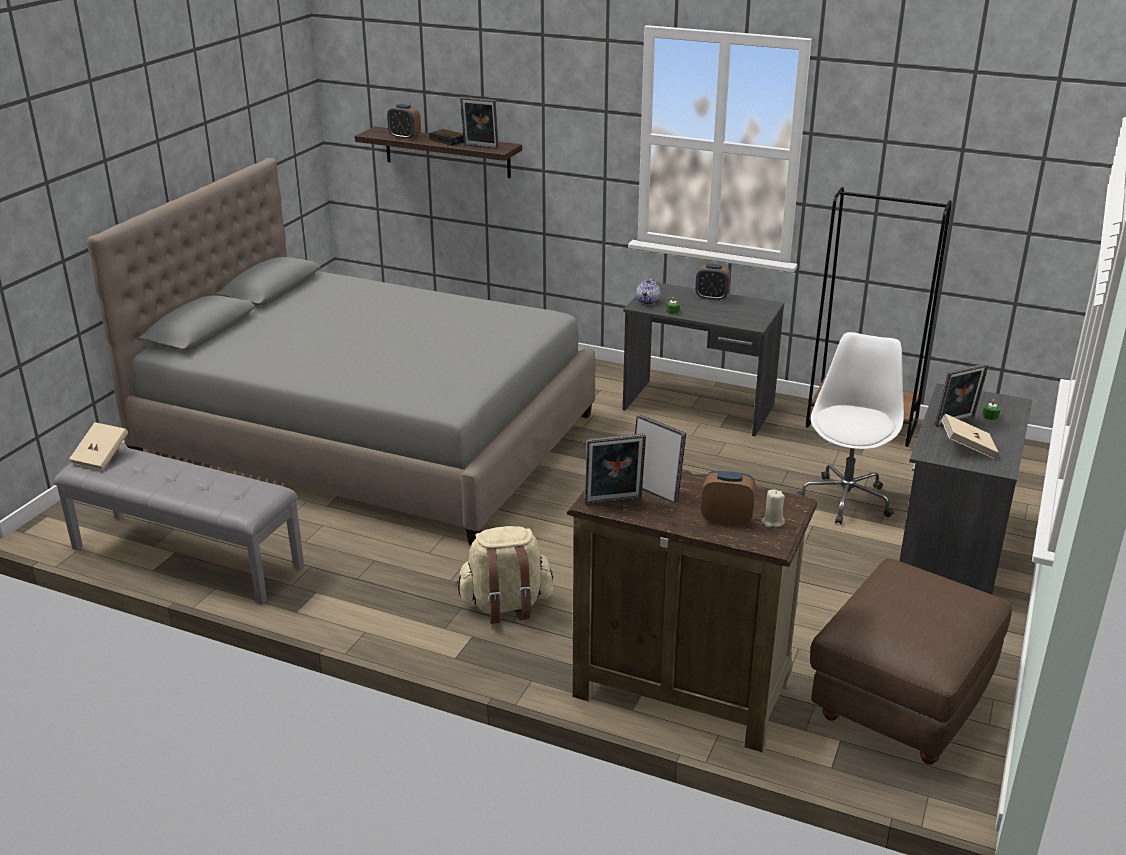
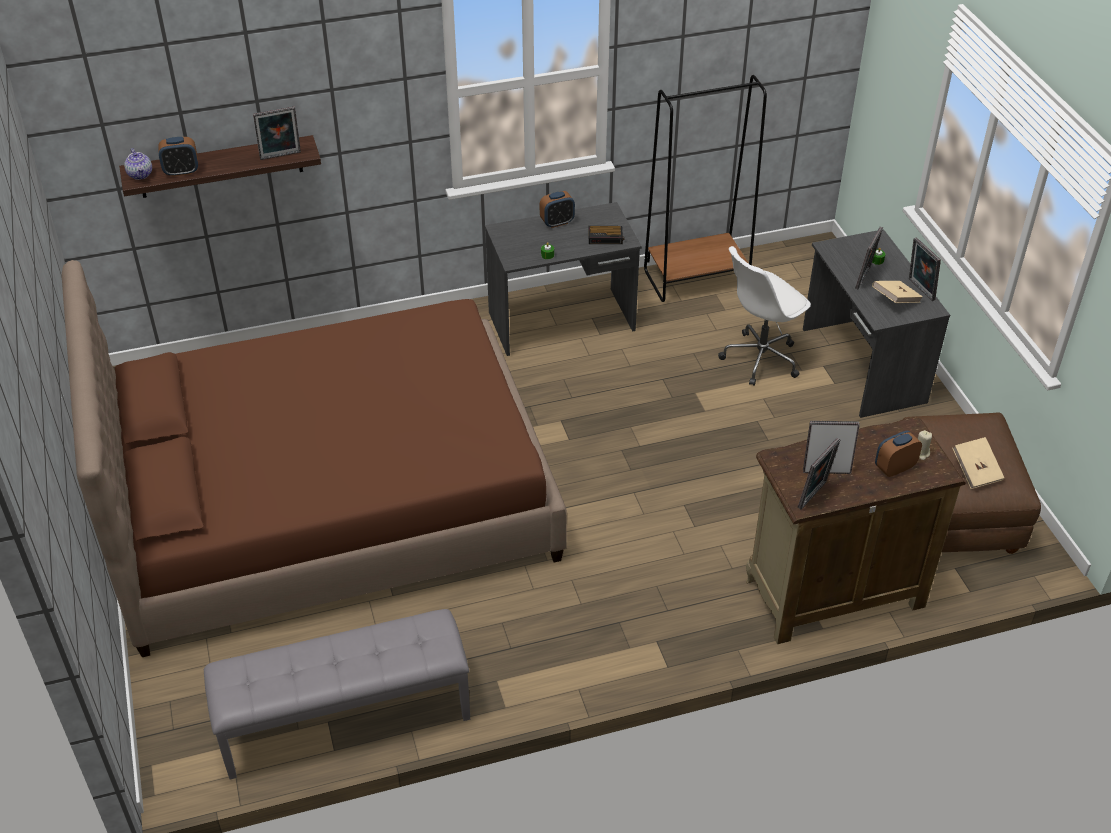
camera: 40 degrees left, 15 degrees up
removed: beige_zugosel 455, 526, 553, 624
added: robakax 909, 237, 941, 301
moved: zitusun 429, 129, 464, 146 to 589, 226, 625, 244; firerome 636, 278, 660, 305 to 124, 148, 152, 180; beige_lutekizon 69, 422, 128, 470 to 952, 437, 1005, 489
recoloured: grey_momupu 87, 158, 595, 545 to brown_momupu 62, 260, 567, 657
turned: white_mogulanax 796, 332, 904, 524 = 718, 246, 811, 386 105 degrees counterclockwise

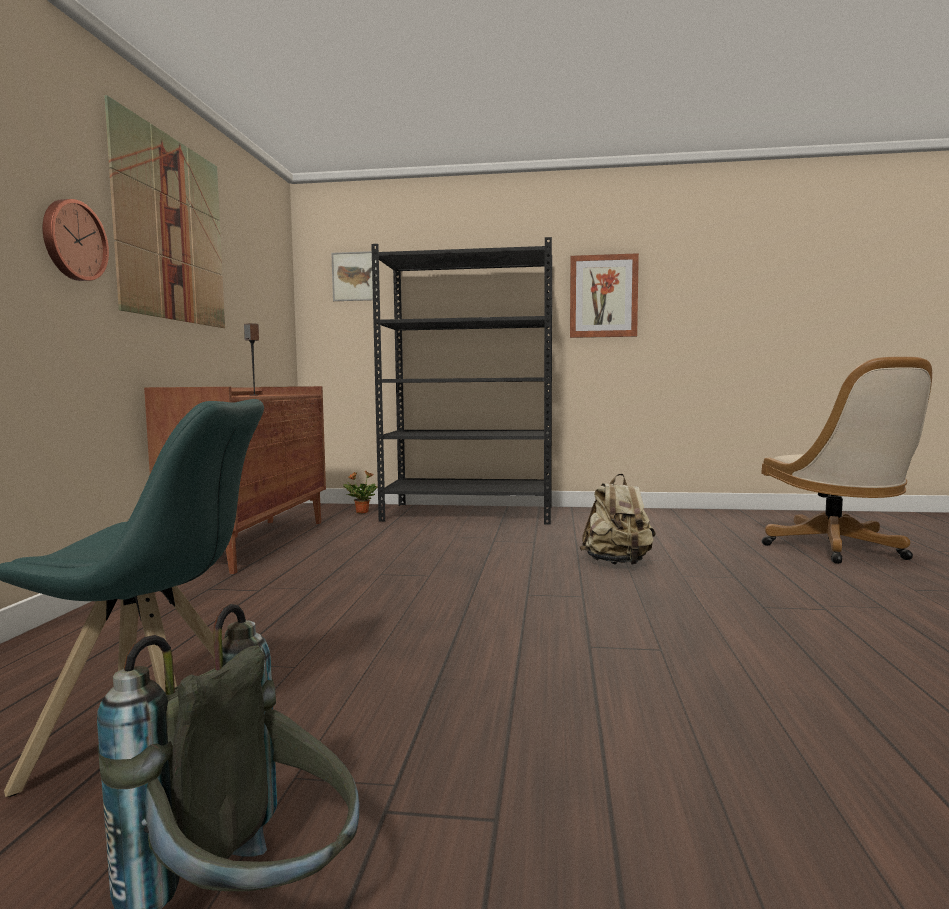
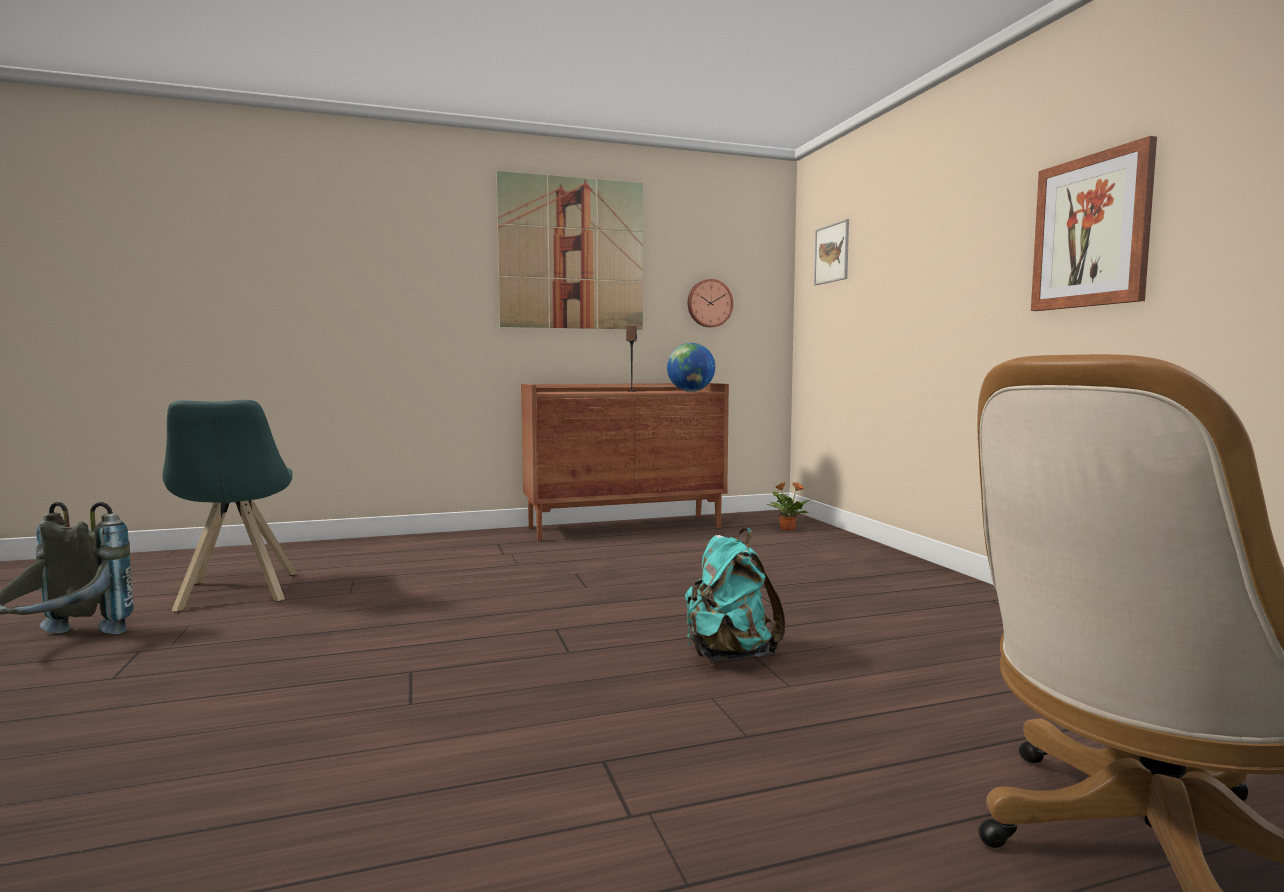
camera: 65 degrees right, 0 degrees up
removed: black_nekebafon 371, 237, 552, 525
added: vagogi 667, 343, 715, 392
moved: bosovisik 43, 199, 109, 281 to 688, 279, 733, 327
recoloured: beige_zugosel 580, 474, 656, 565 to turquoise_zugosel 685, 528, 785, 660

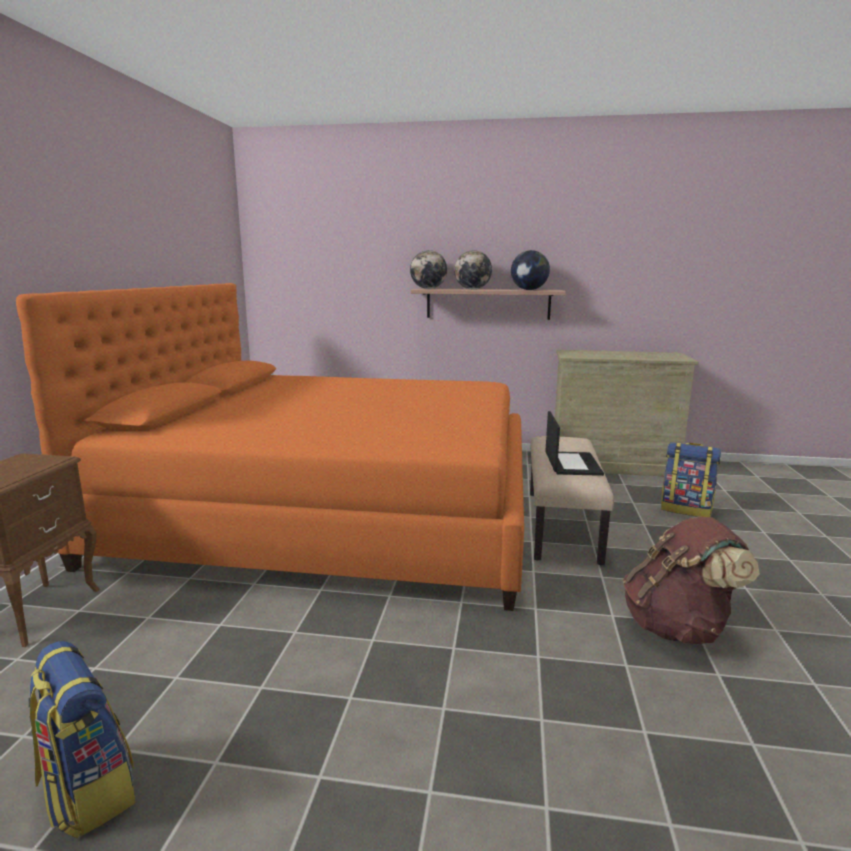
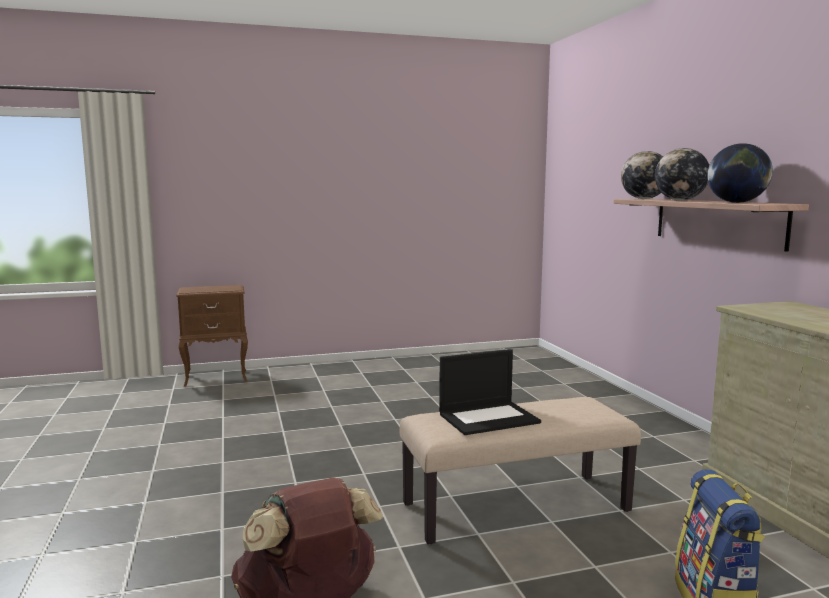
camera: 65 degrees right, 5 degrees down
removed: orange_momupu 16, 283, 524, 611; zugosel 29, 641, 136, 838

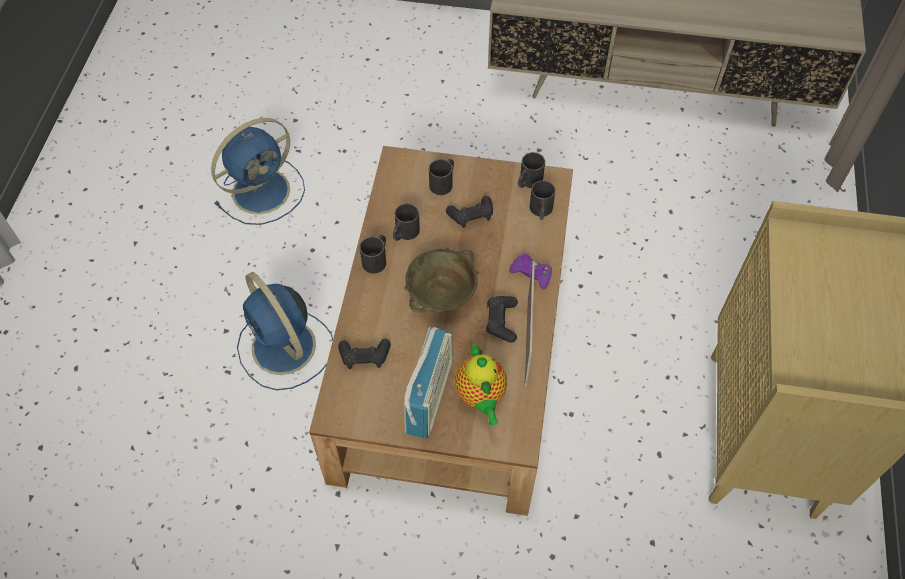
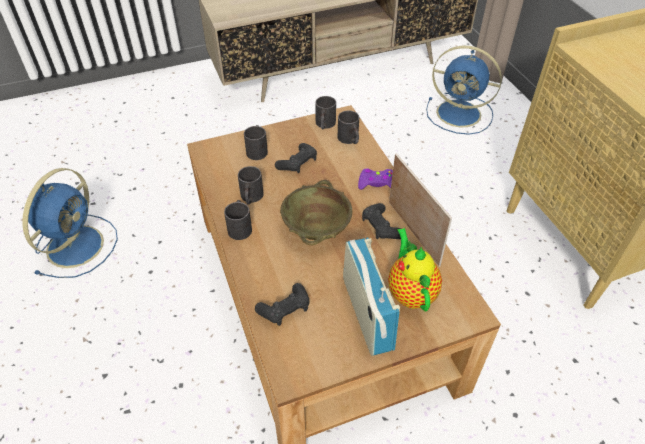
camera: 30 degrees left, 10 degrees down
moved: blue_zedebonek 237, 272, 333, 390 to 426, 46, 502, 135
turned: firerome 455, 344, 507, 426 = 388, 228, 442, 311 150 degrees counterclockwise

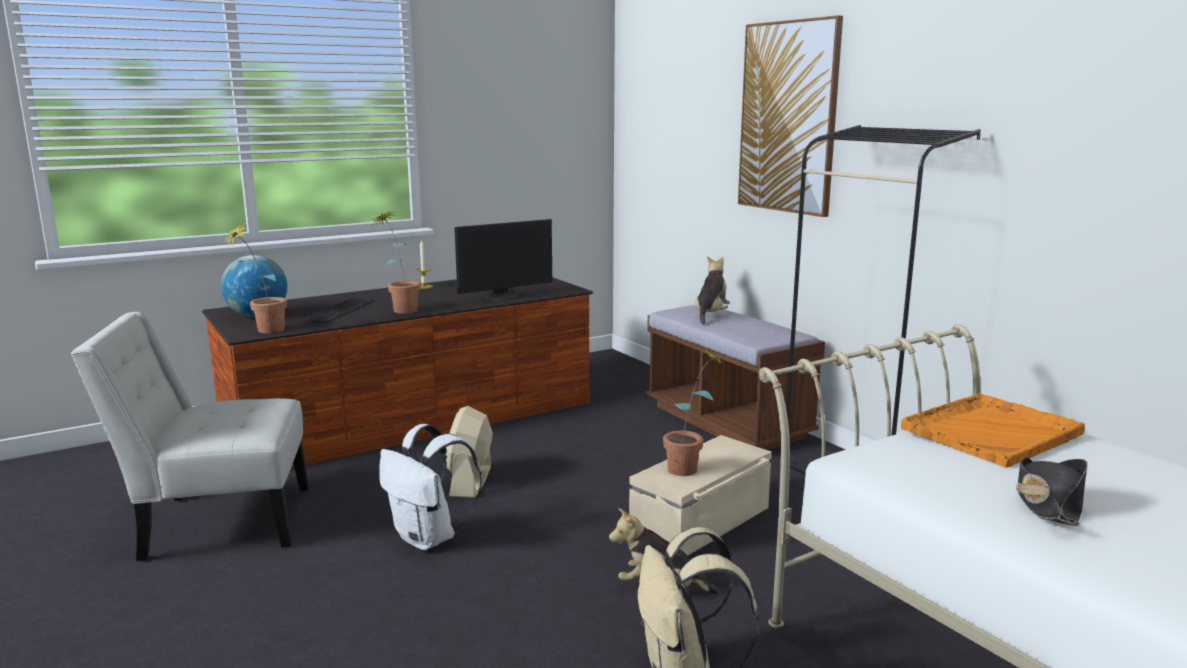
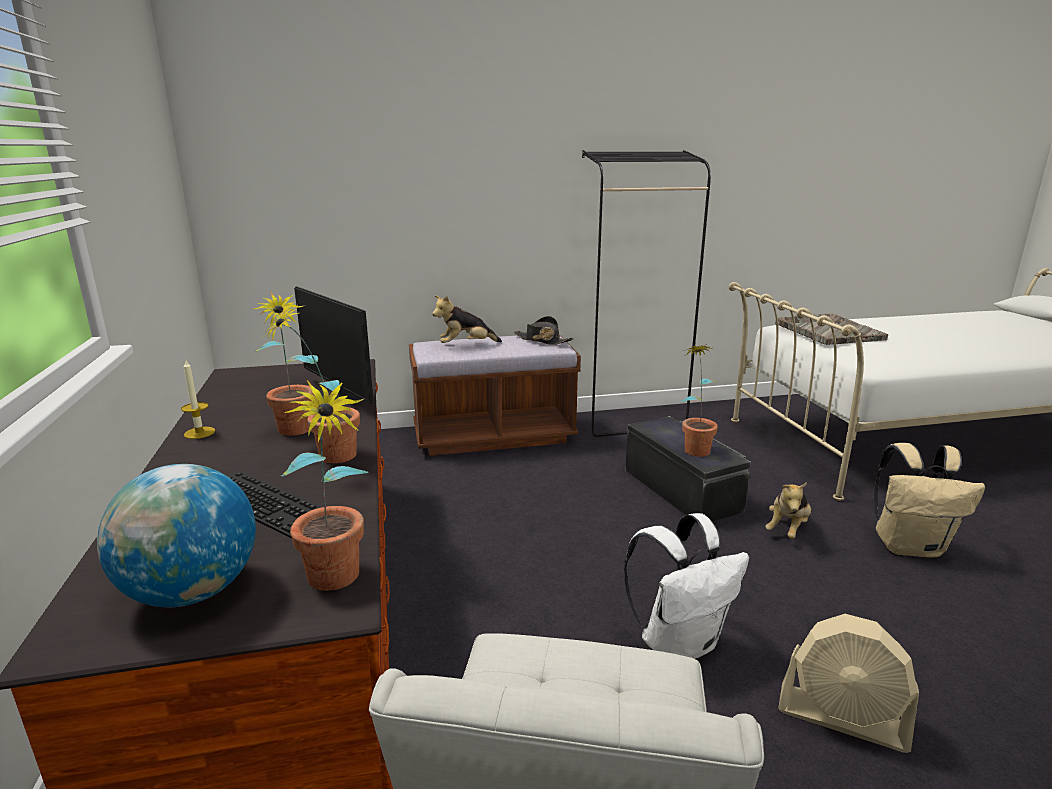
camera: 70 degrees left, 5 degrees up
removed: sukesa 738, 15, 843, 217
added: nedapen 254, 292, 315, 436
moved: beige_zedebonek 445, 406, 493, 498 to 778, 614, 919, 753; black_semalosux 1016, 457, 1088, 526 to 514, 316, 574, 345
recoloured: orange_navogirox 901, 393, 1085, 468 to grey_navogirox 775, 313, 888, 345; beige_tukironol 629, 435, 772, 556 to black_tukironol 625, 416, 751, 524
turned: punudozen 454, 219, 552, 301 = 294, 287, 373, 404 150 degrees clockwise; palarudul 695, 256, 730, 325 = 432, 295, 502, 343 60 degrees counterclockwise

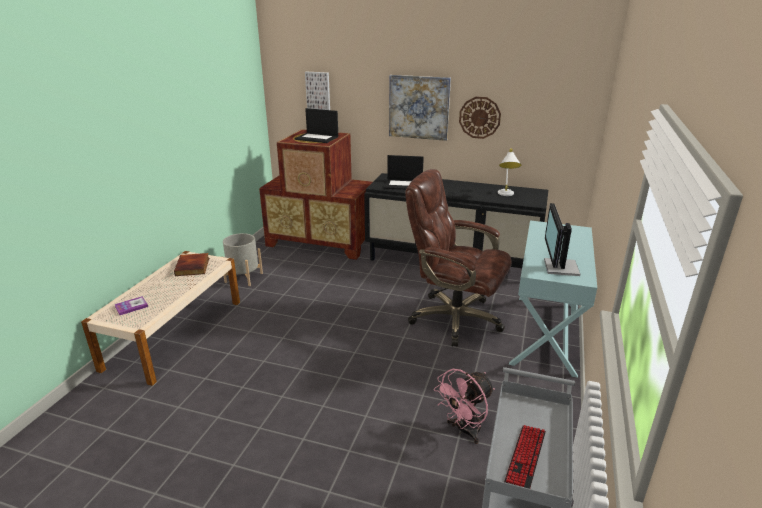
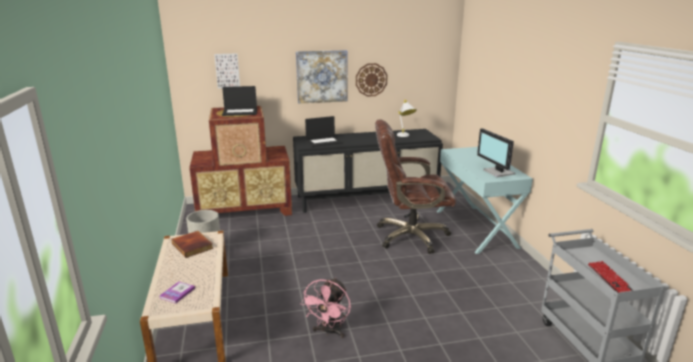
camera: 30 degrees left, 5 degrees down
moved: pink_zedebonek 434, 369, 495, 444 to 301, 278, 351, 338

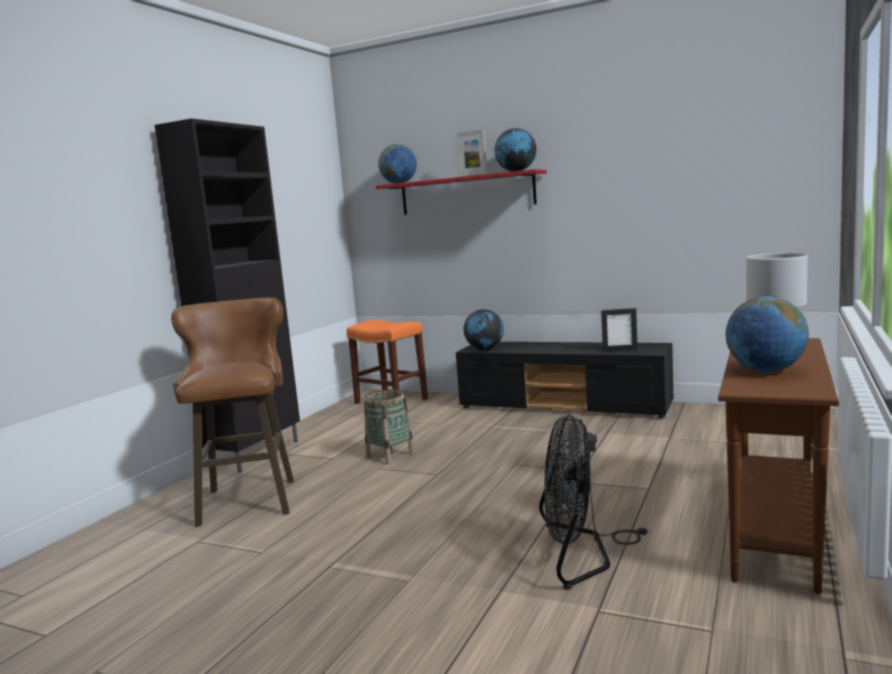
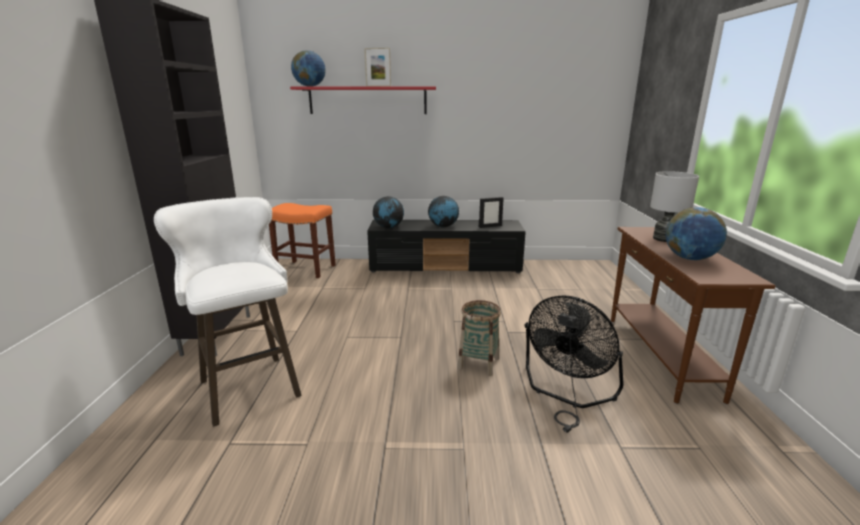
camera: 25 degrees left, 10 degrees up
moved: vagogi 494, 128, 536, 172 to 428, 196, 459, 228; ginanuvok 364, 389, 415, 464 to 458, 300, 501, 376
recoloured: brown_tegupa 171, 297, 294, 527 to white_tegupa 154, 197, 302, 427
turned: black_zedebonek 539, 415, 650, 590 = 524, 296, 624, 433 150 degrees clockwise

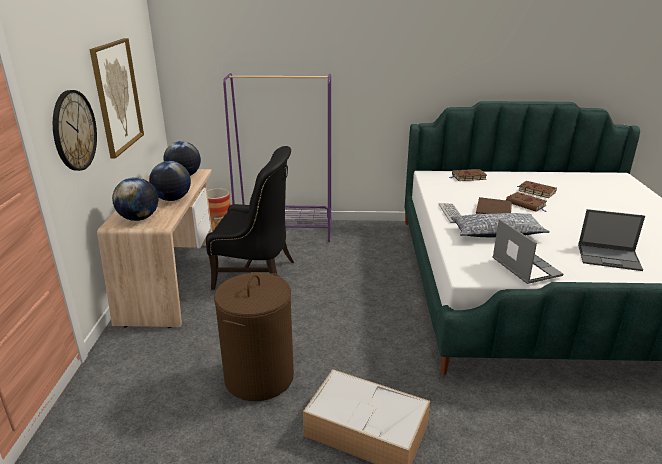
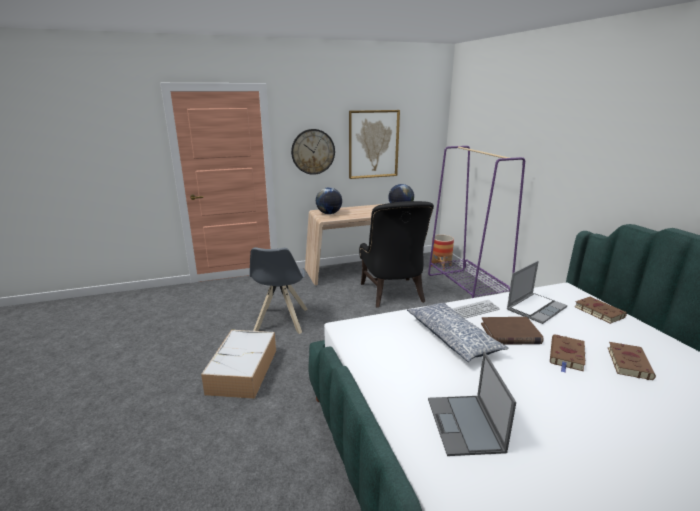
camera: 70 degrees right, 5 degrees down
removed: vagogi 149, 161, 191, 201
moved: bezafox 492, 219, 563, 284 to 507, 261, 567, 324
replaced: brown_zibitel 214, 273, 294, 401 to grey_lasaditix 250, 247, 308, 334

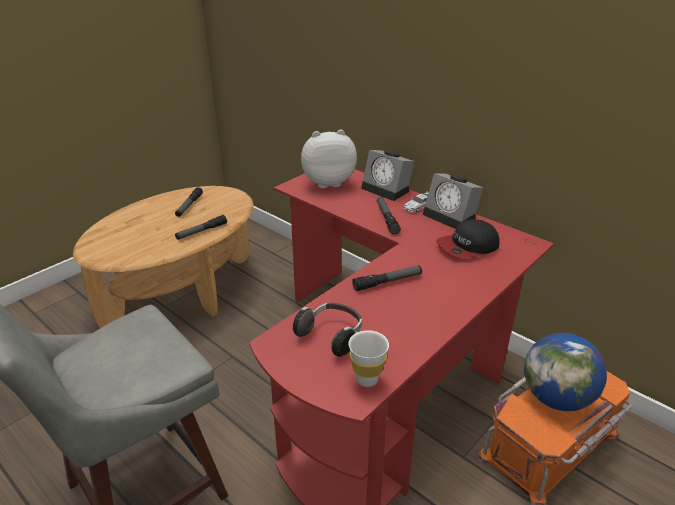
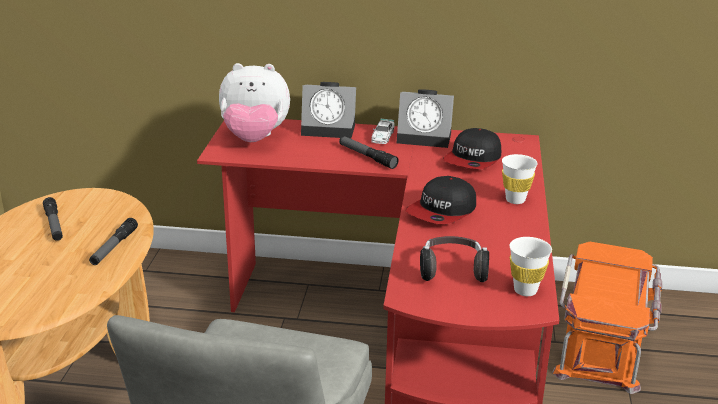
camera: 35 degrees left, 5 degrees down
removed: vagogi 524, 333, 607, 411
added: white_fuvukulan 502, 154, 538, 204
replaced: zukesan 352, 265, 422, 291 to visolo 406, 176, 476, 224
turned: palarudul 301, 130, 357, 188 = 219, 63, 290, 142 135 degrees counterclockwise

